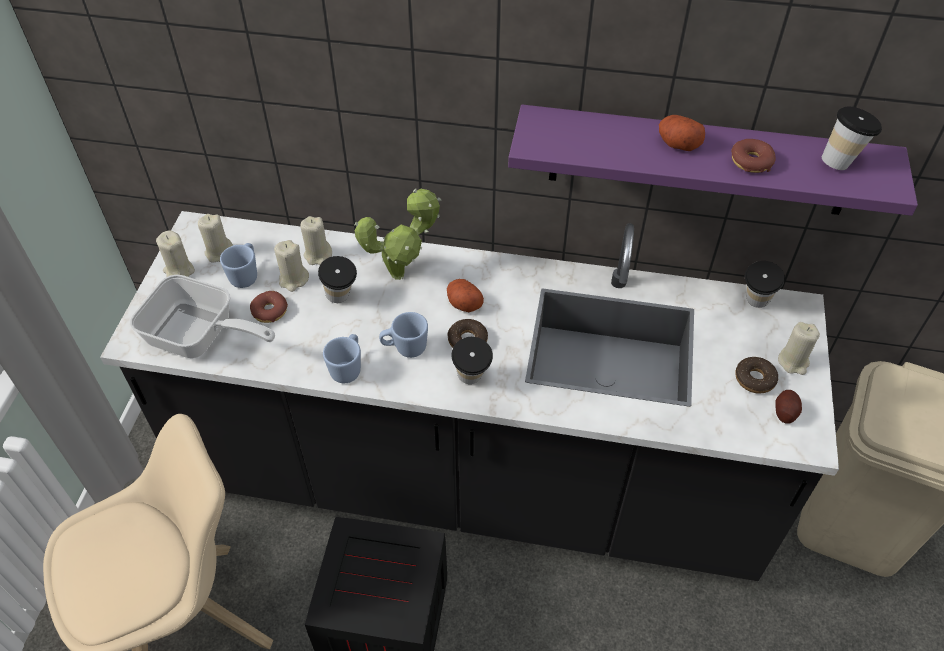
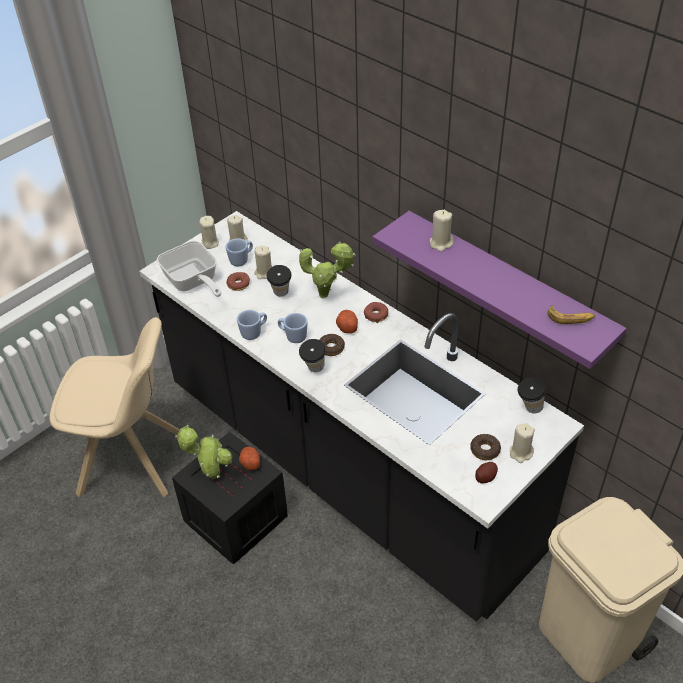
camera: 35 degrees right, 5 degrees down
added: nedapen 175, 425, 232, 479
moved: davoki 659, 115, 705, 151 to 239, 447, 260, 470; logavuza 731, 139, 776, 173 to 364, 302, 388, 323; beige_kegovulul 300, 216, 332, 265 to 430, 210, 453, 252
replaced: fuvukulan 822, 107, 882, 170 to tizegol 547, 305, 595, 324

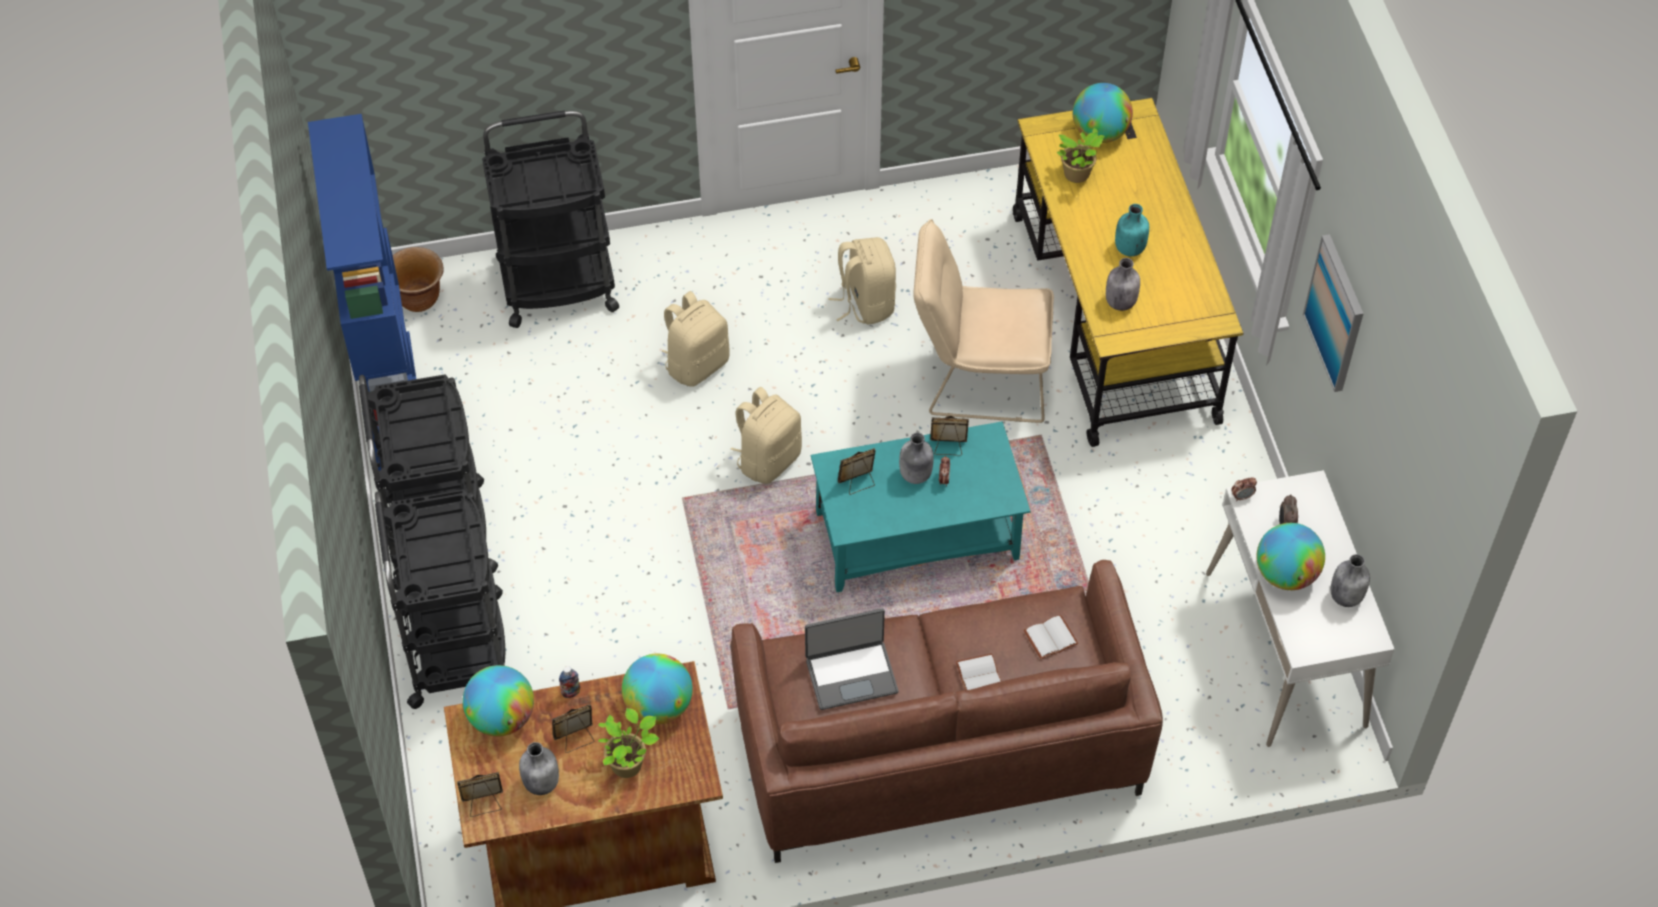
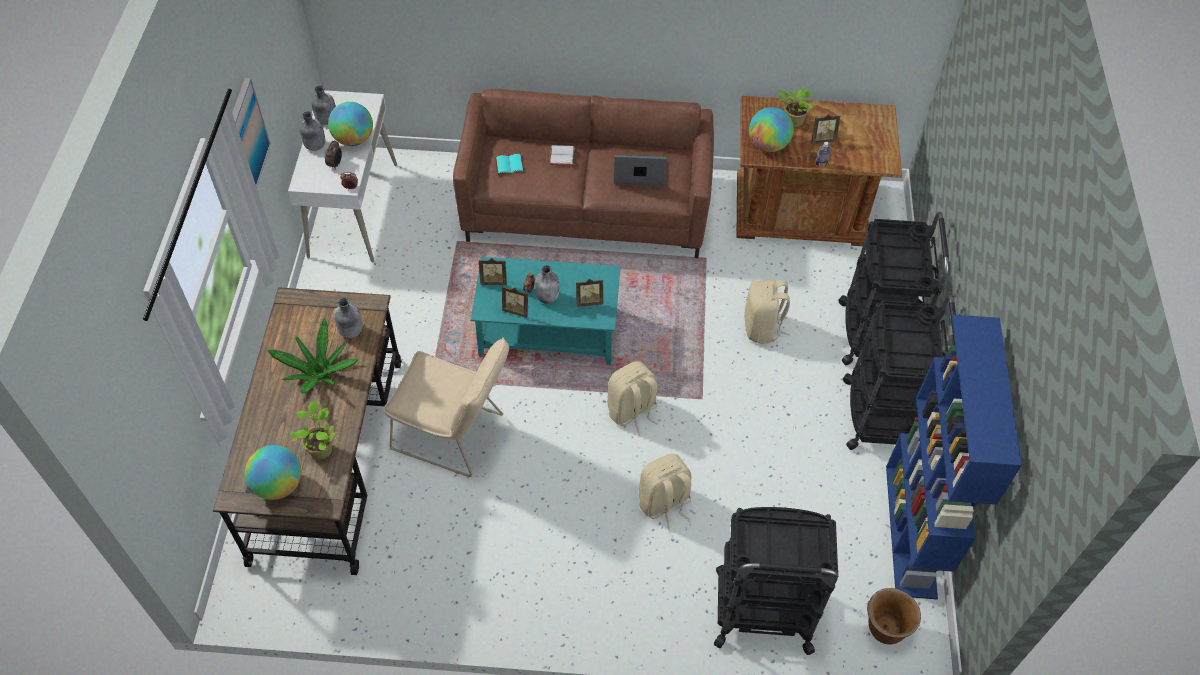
camera: 165 degrees left, 0 degrees up
removed: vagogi 463, 665, 534, 737
moved: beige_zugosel 829, 237, 896, 324 to 744, 279, 790, 344; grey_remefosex 519, 742, 559, 795 to 299, 111, 325, 151; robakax 457, 772, 503, 817 to 479, 258, 507, 286
replaced: turquoise_remefosex 1115, 204, 1149, 256 to nedapen 267, 318, 359, 394
recoloured: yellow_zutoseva 1013, 98, 1243, 447 to brown_zutoseva 213, 287, 402, 575; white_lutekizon 1024, 615, 1078, 659 to turquoise_lutekizon 495, 154, 524, 175

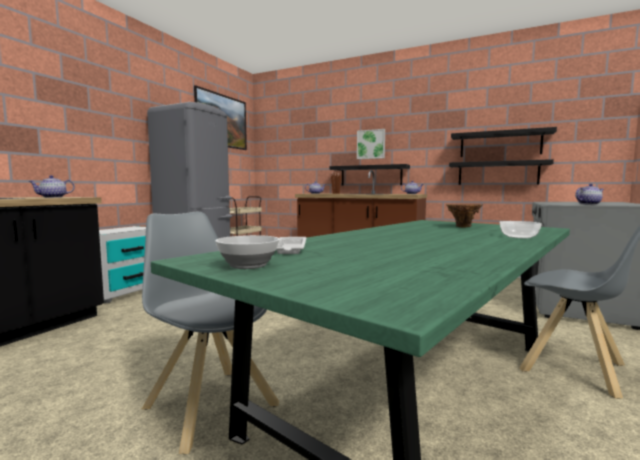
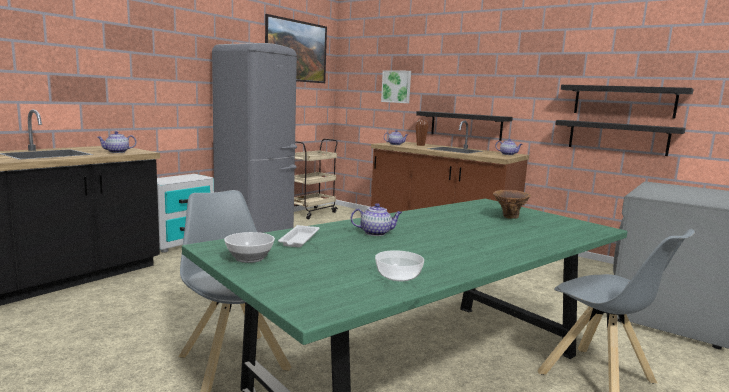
camera: 10 degrees right, 5 degrees up
moved: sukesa 357, 129, 385, 159 to 381, 70, 411, 103; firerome 575, 184, 604, 204 to 351, 203, 402, 236; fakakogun 499, 221, 542, 238 to 375, 250, 424, 282

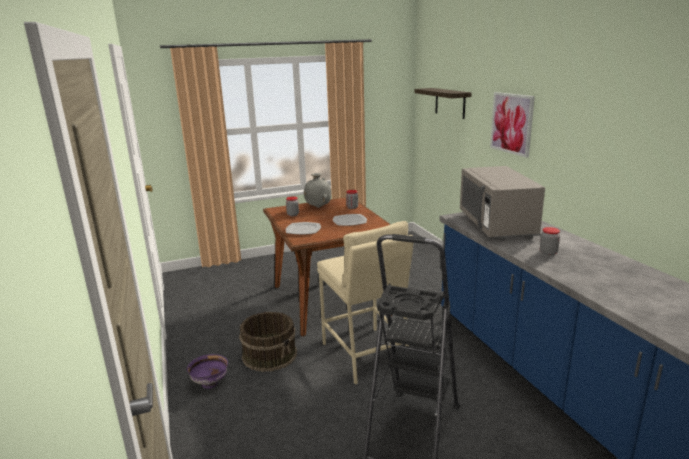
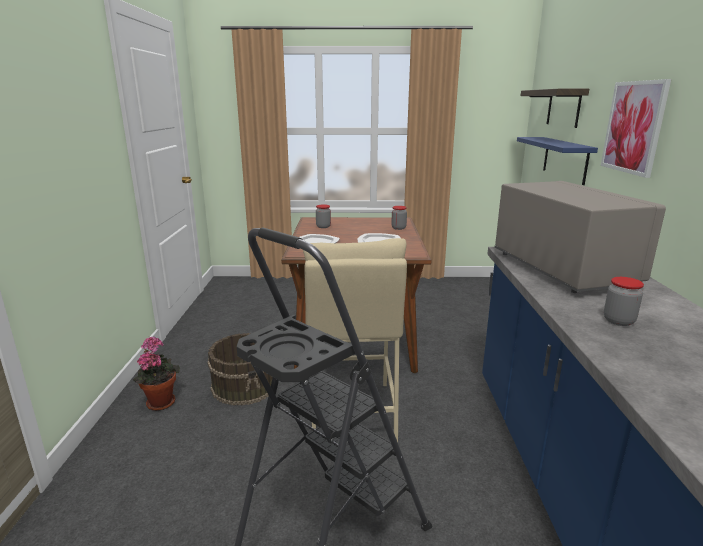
camera: 20 degrees right, 0 degrees up
removed: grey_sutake 304, 173, 331, 208
added: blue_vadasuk 517, 137, 598, 185
replaced: purple_fakakogun 187, 354, 228, 389 to nedapen 133, 337, 180, 411
turned: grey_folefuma 460, 166, 545, 241 = 494, 181, 666, 293 150 degrees clockwise

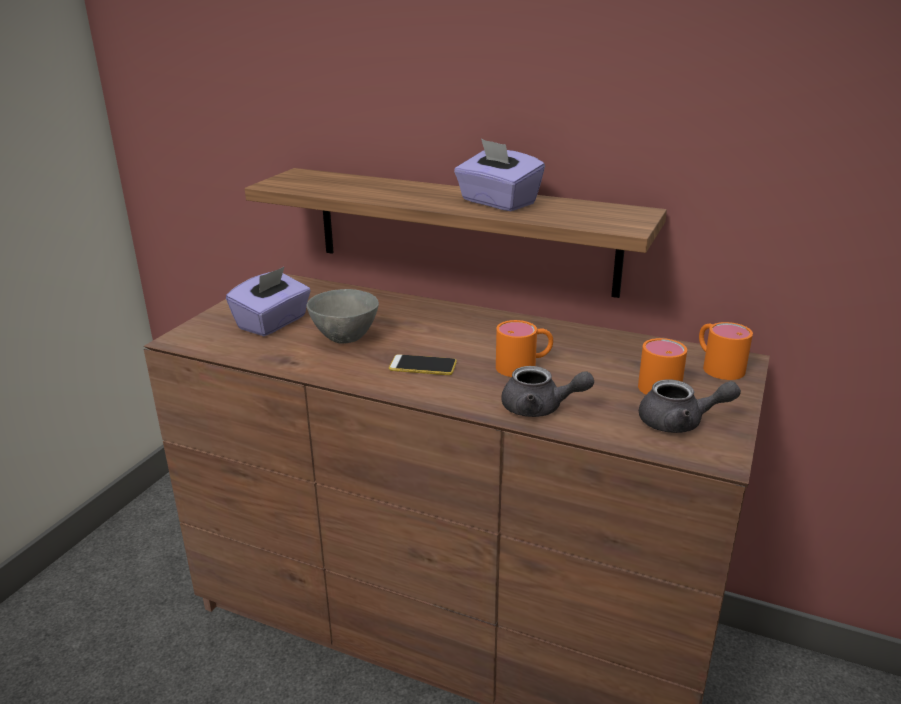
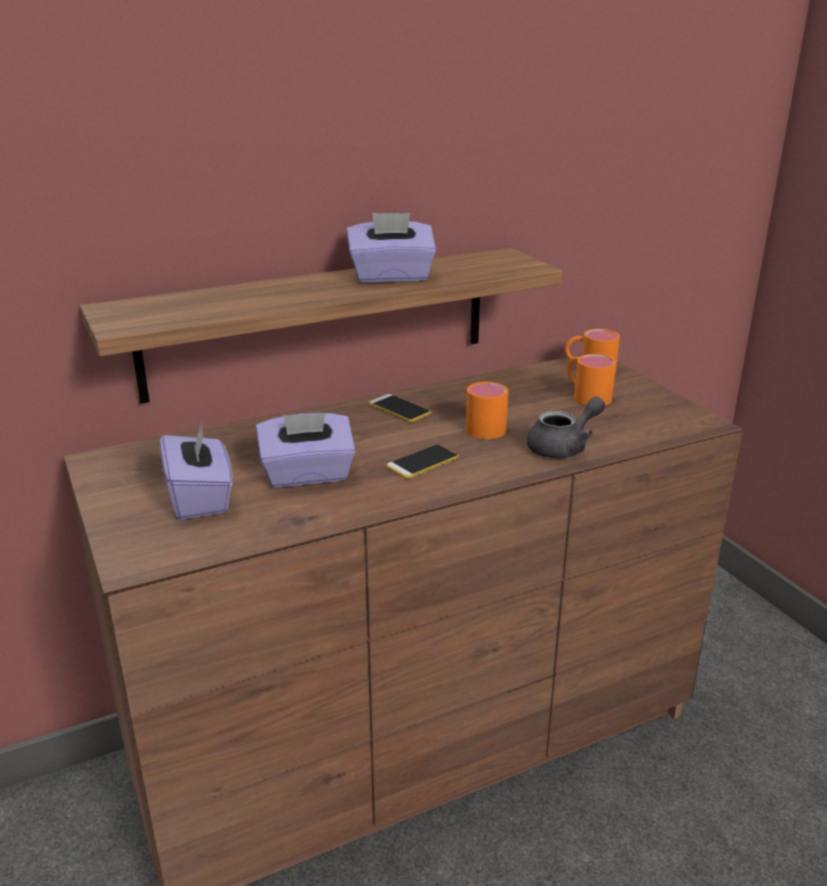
camera: 50 degrees left, 0 degrees up
removed: grey_firerome 639, 380, 741, 433
added: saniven 368, 394, 431, 422
replaced: grey_fakakogun 307, 289, 379, 344 to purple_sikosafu 256, 413, 356, 487

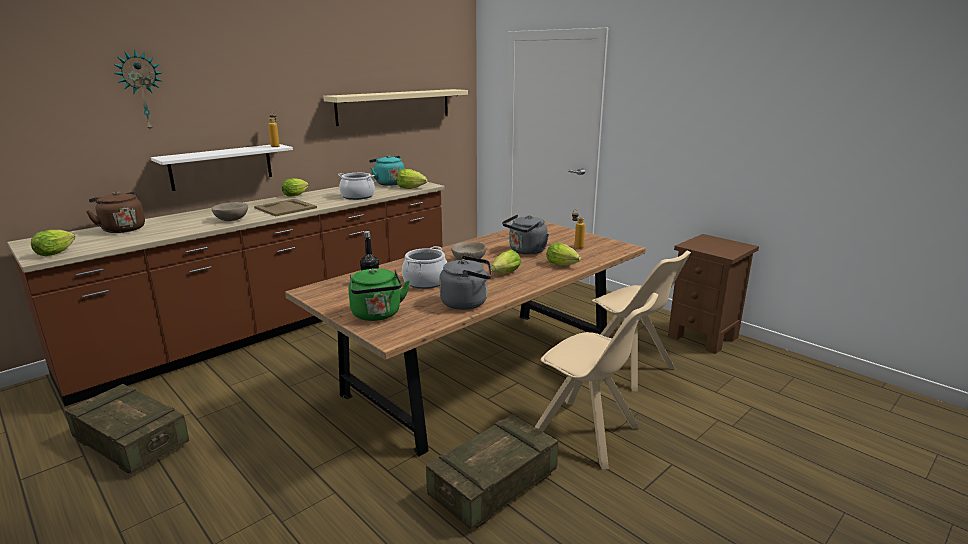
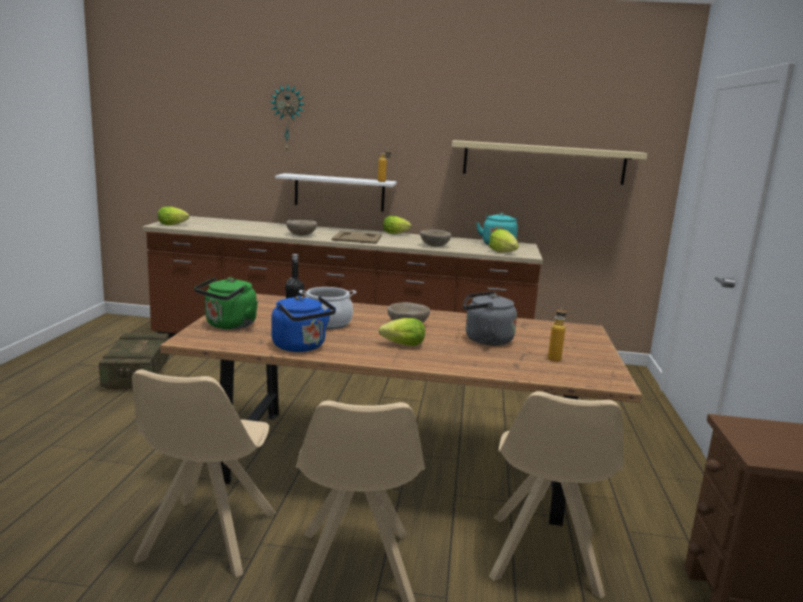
camera: 50 degrees right, 5 degrees down
removed: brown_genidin 86, 191, 145, 233; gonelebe 546, 243, 581, 266
replaced: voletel 338, 173, 375, 200 to beige_fakakogun 420, 229, 451, 247; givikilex 426, 415, 558, 530 to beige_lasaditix 132, 369, 276, 578
recoloured: grey_genidin 439, 256, 492, 310 to blue_genidin 271, 296, 336, 352

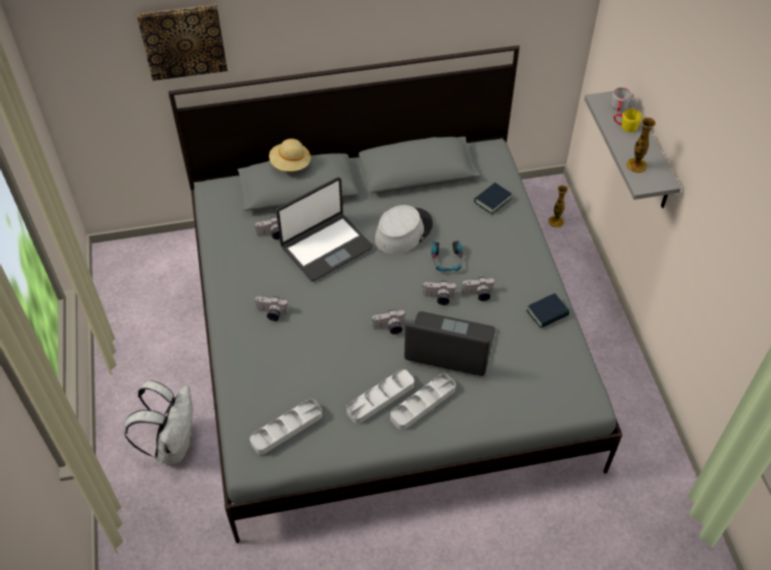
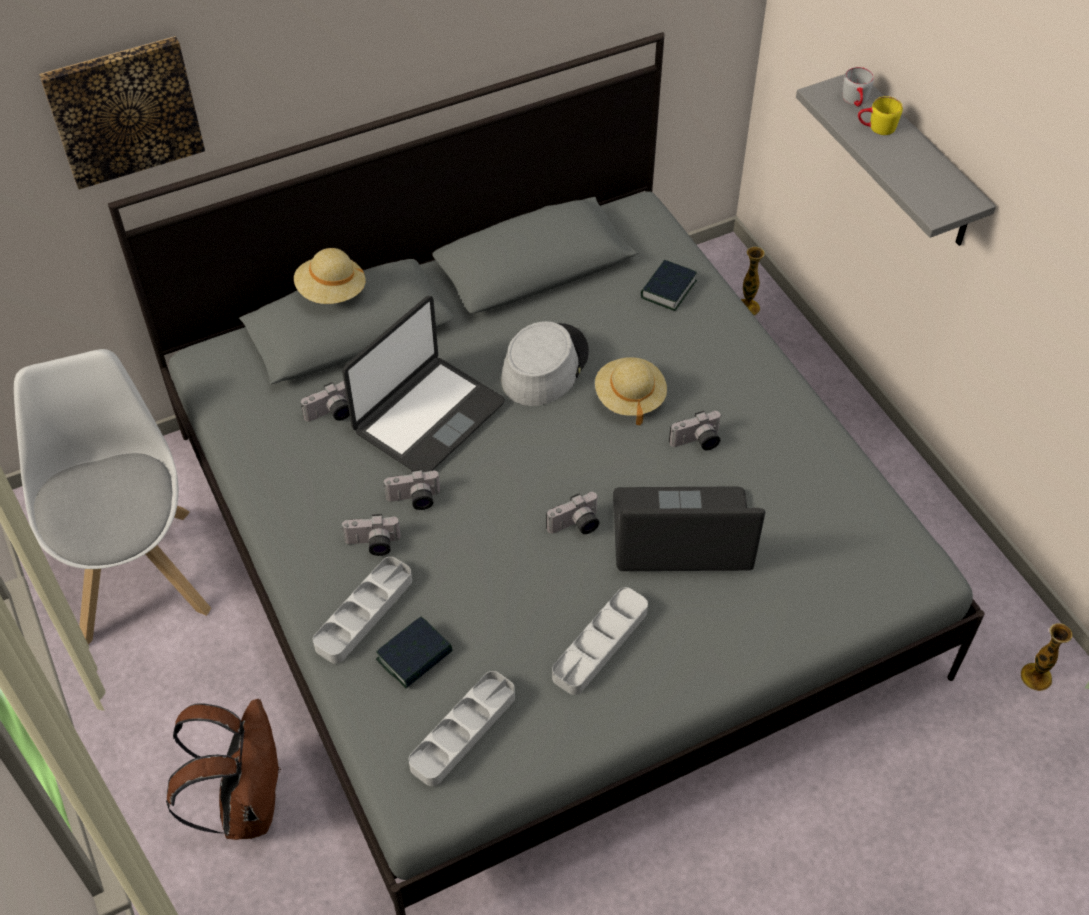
camera: 15 degrees left, 0 degrees up
added: lasaditix 14, 349, 211, 645
moved: sutake 626, 117, 656, 173 to 1021, 623, 1072, 691; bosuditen 423, 281, 456, 305 to 384, 469, 440, 510; lutekizon 526, 293, 569, 328 to 376, 616, 453, 688; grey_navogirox 390, 373, 456, 430 to 313, 557, 412, 664
replaced: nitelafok 431, 241, 463, 272 to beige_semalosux 595, 357, 667, 425
recoloured: white_zugosel 124, 380, 193, 464 to brown_zugosel 166, 699, 281, 840

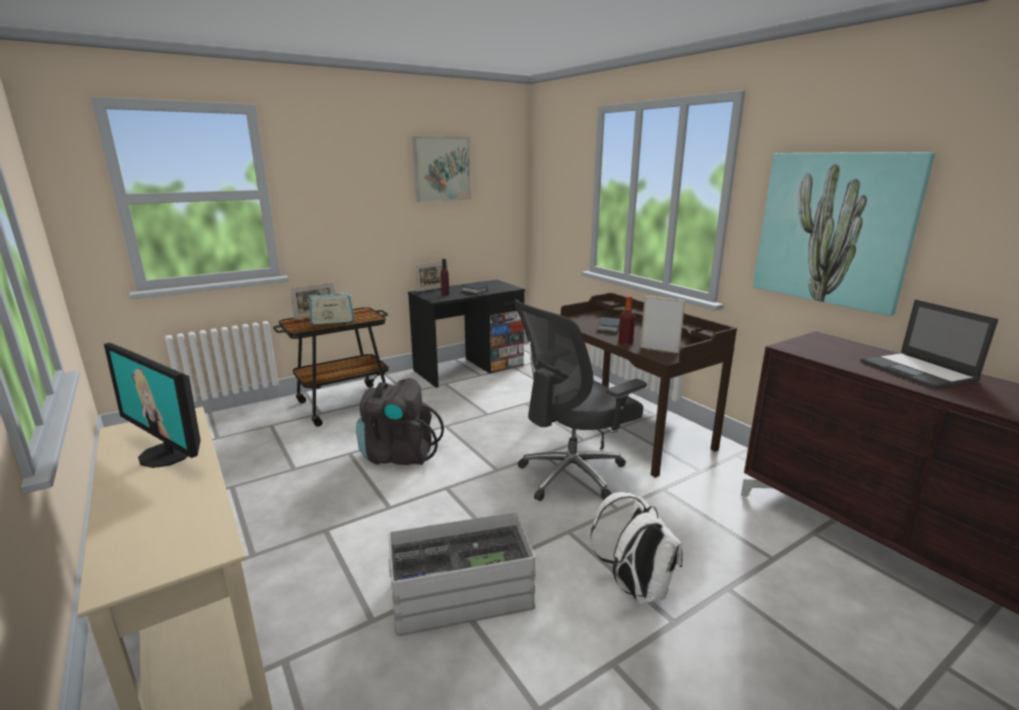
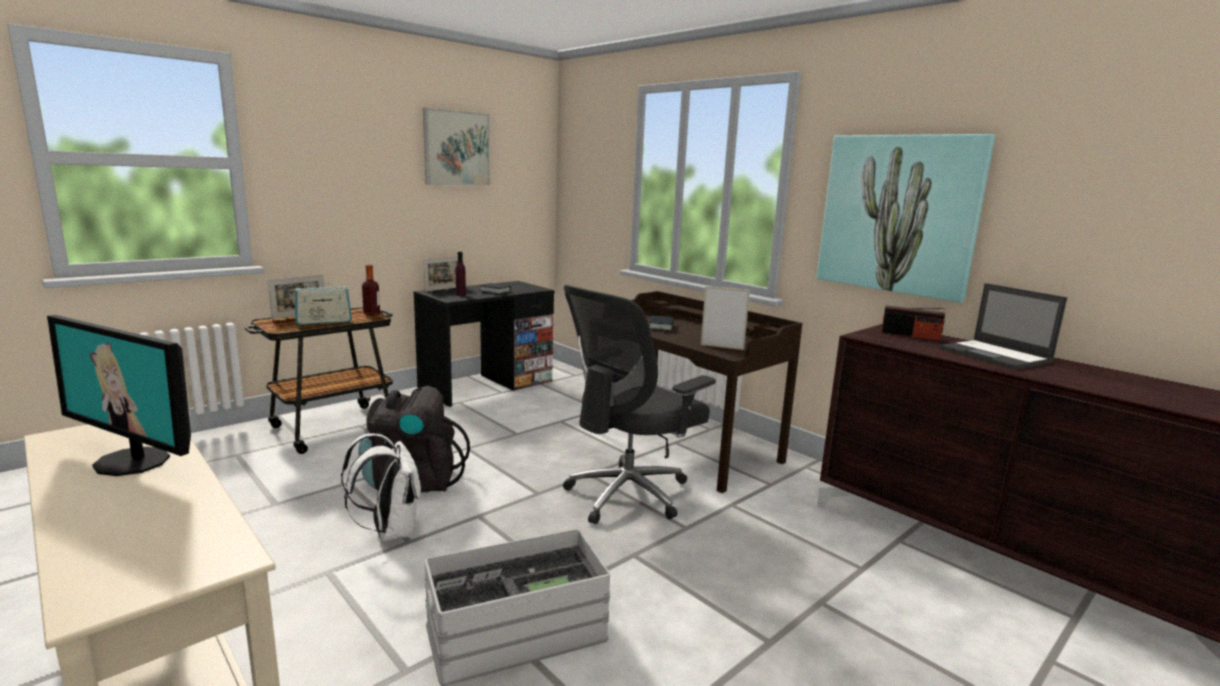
camera: 10 degrees left, 5 degrees down
added: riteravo 881, 305, 945, 341
moved: remefosex 618, 296, 635, 345 to 362, 265, 380, 315; white_zugosel 590, 492, 683, 604 to 341, 433, 421, 541

